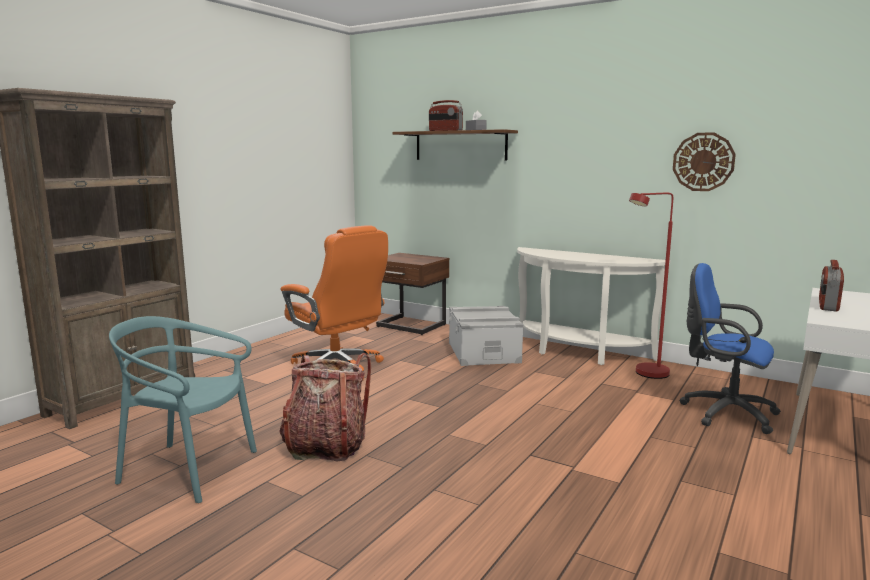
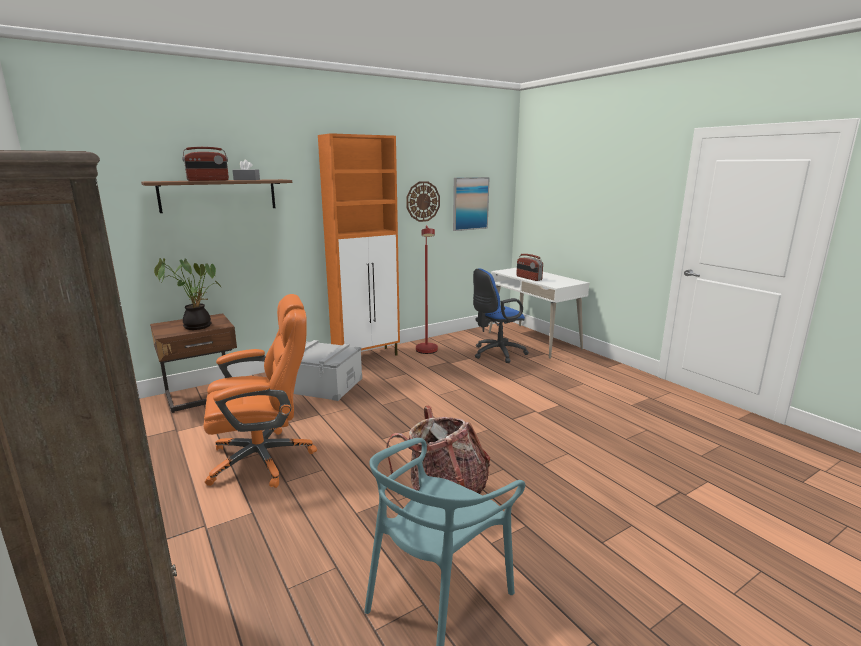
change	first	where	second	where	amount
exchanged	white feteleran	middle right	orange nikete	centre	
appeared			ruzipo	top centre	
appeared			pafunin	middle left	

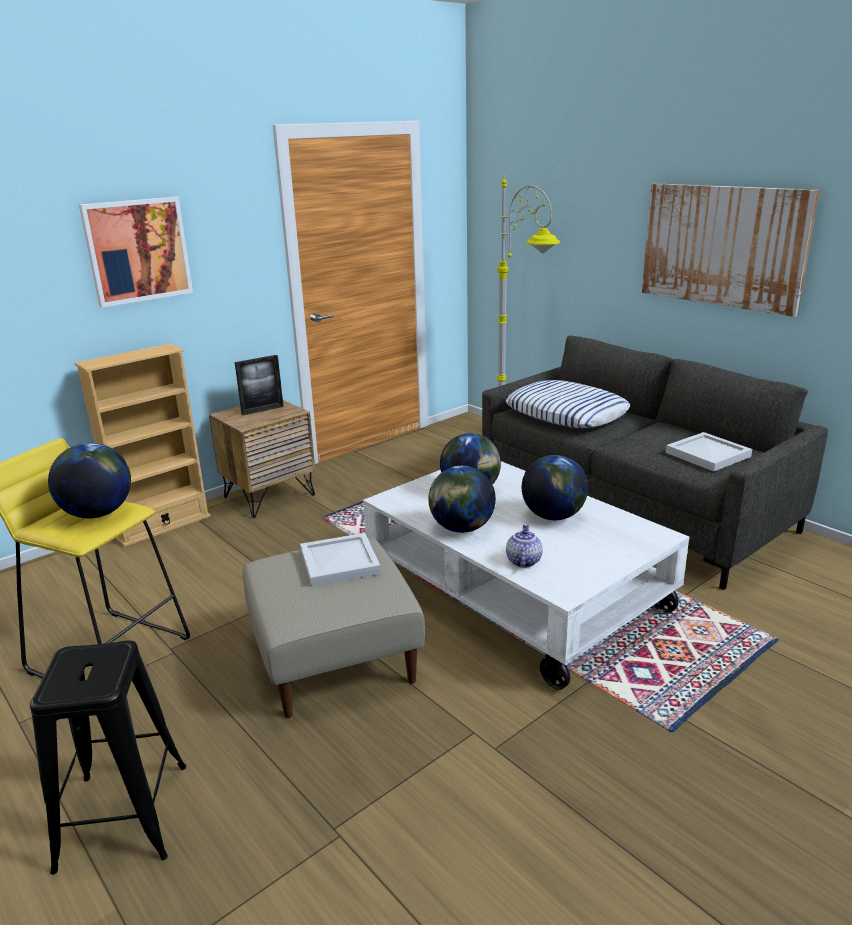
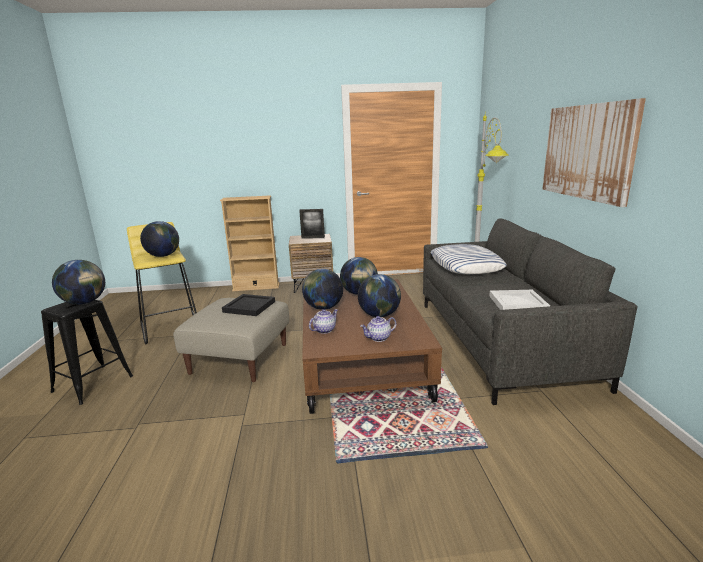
change	first	where	second	where	amount
missing	ruzipo (no. 1 from left)	top left			
colour	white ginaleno	centre	brown ginaleno	centre	
colour	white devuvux (no. 1 from left)	centre	black devuvux	centre	
appeared			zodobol (no. 1 from left)	middle left	
appeared			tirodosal (no. 2 from left)	centre	

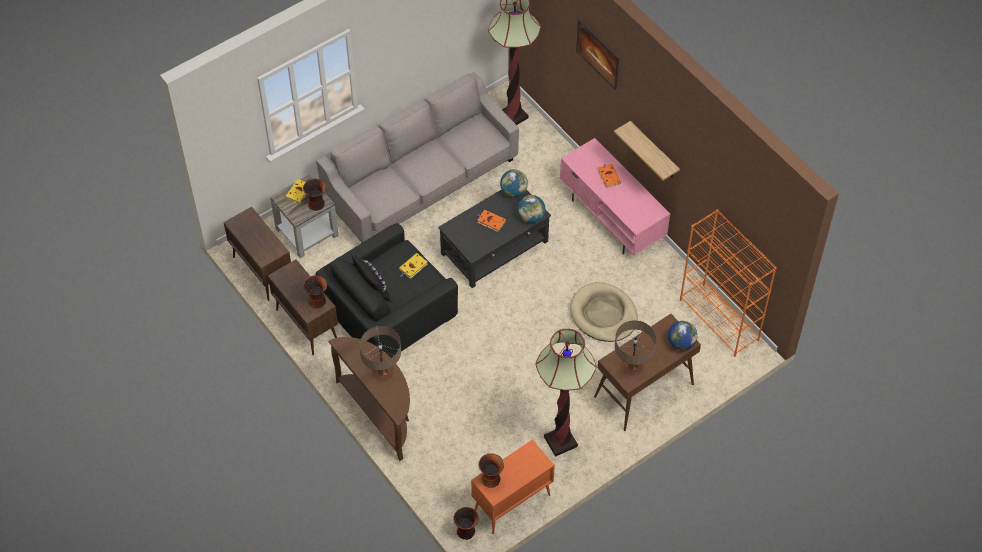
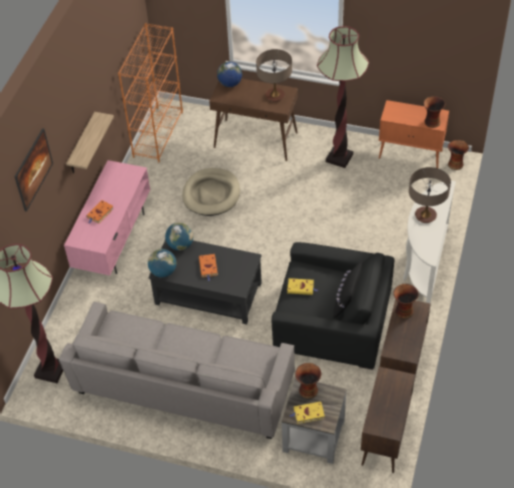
change	first	where	second	where	amount
colour	brown feteleran (no. 1 from left)	bottom centre	white feteleran	middle right	

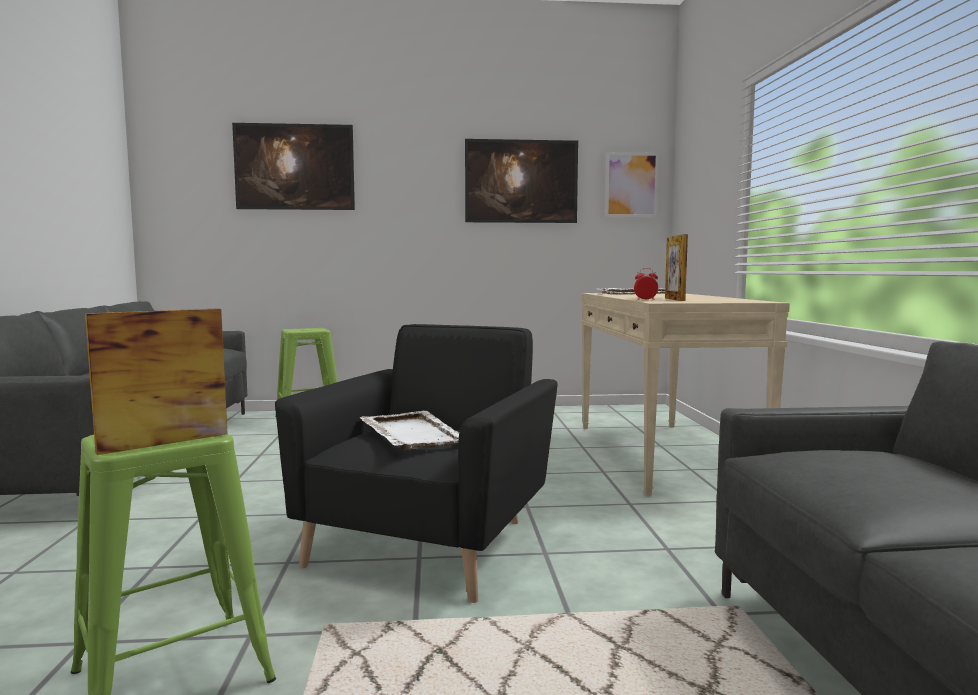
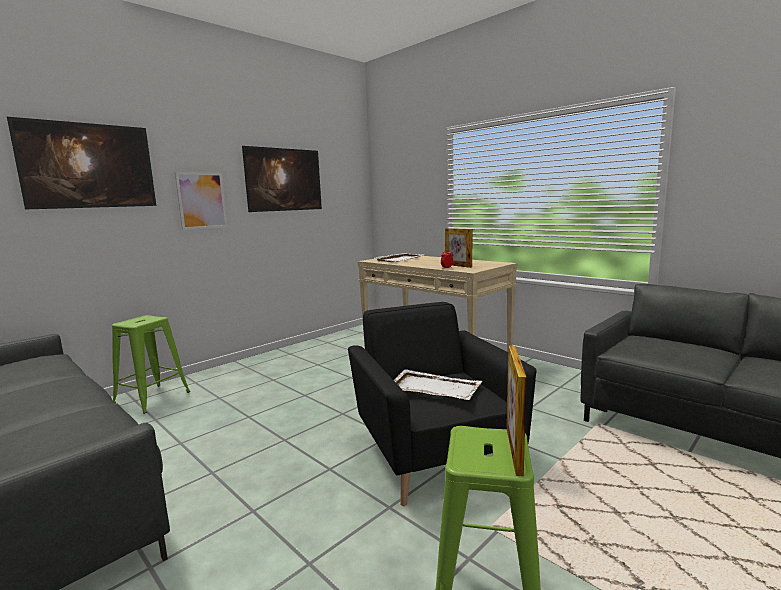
change	first	where	second	where	amount
relocated	ruzipo (no. 3 from left in the first image)	top centre	ruzipo (no. 2 from left)	middle left	

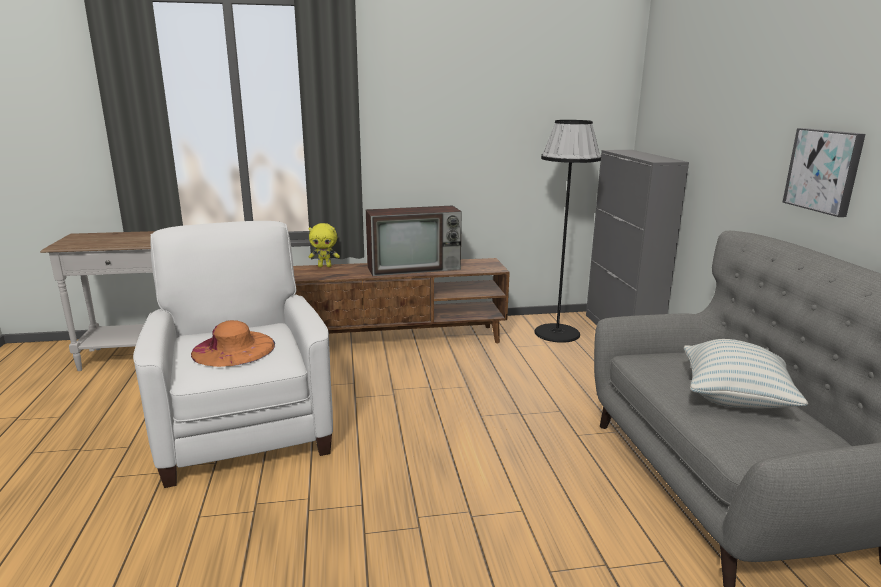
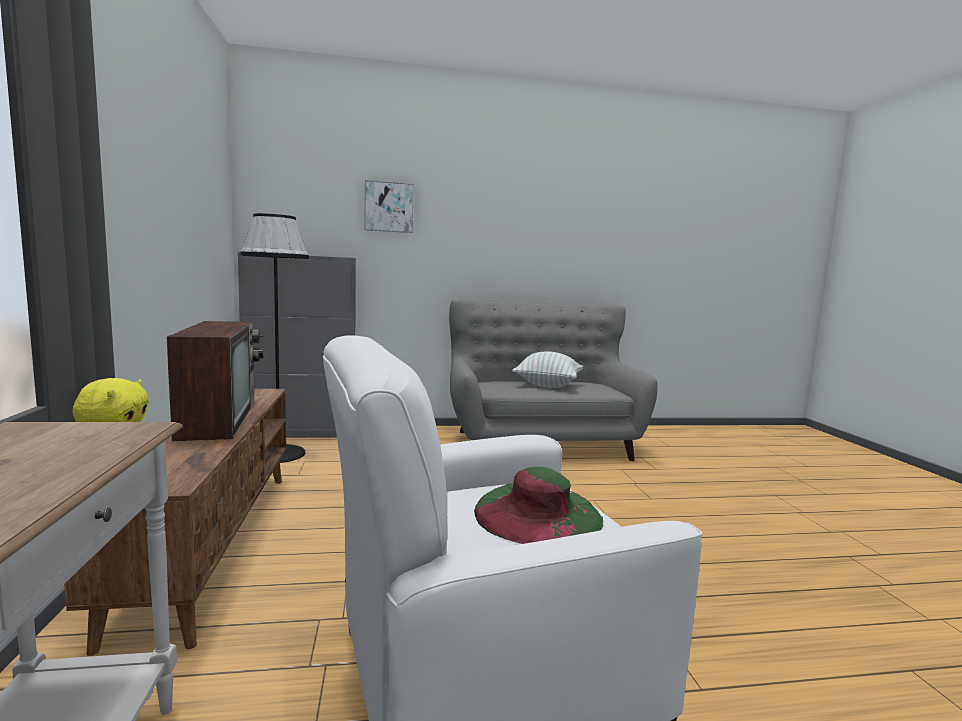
change	first	where	second	where	amount
relocated	ruzipo	top right		top centre	
colour	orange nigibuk	middle left	green nigibuk	bottom centre	

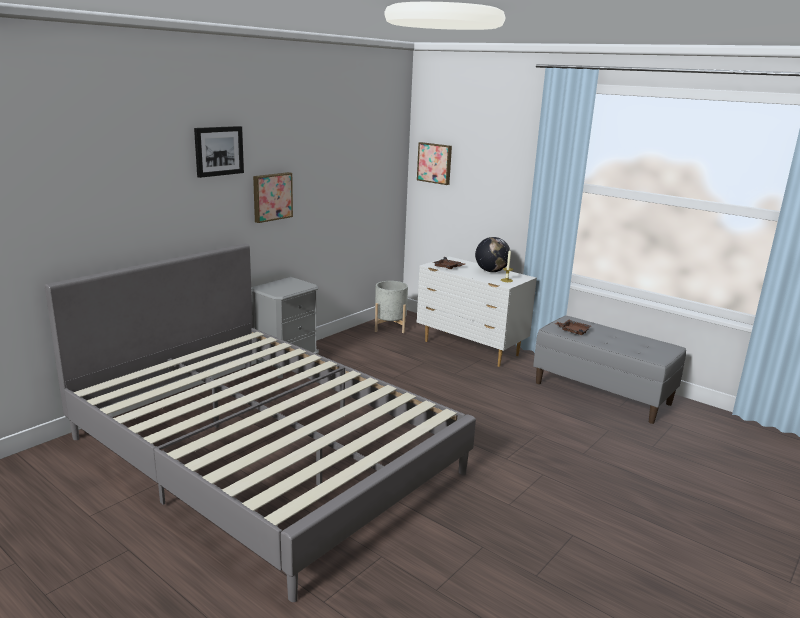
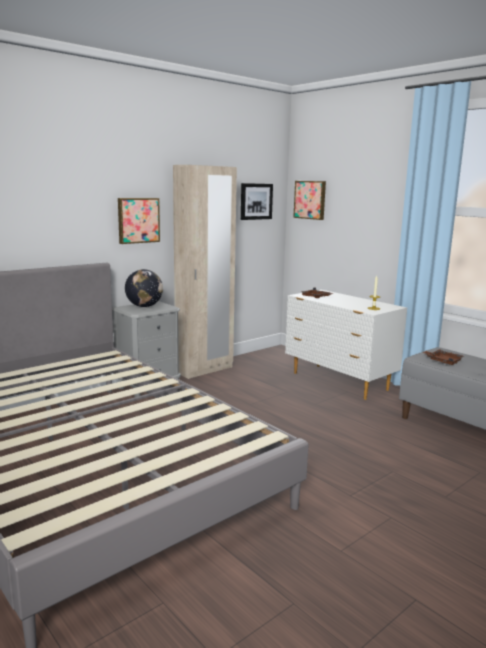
change	first	where	second	where	amount
relocated	ruzipo (no. 1 from left in the first image)	top left	ruzipo (no. 2 from left)	top centre	
relocated	zodobol	centre		middle left	
missing	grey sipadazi	centre			
appeared			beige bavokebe	centre	

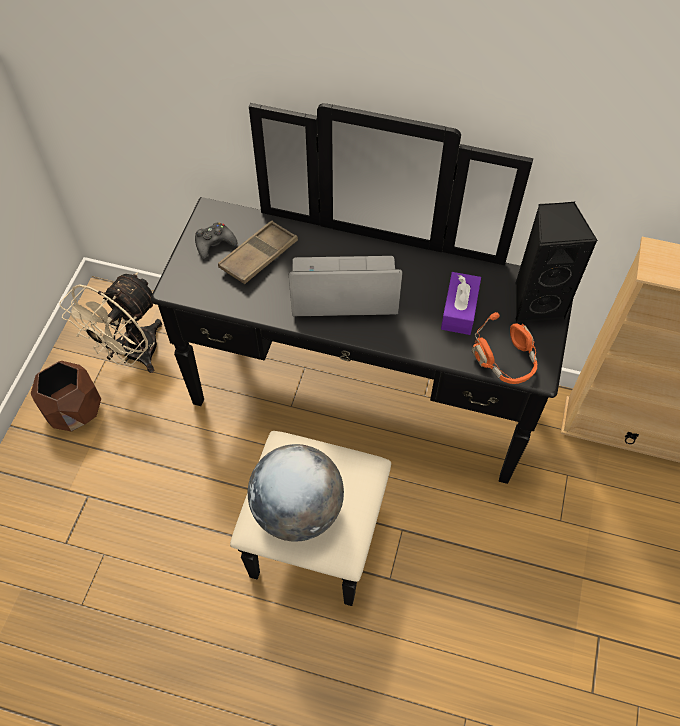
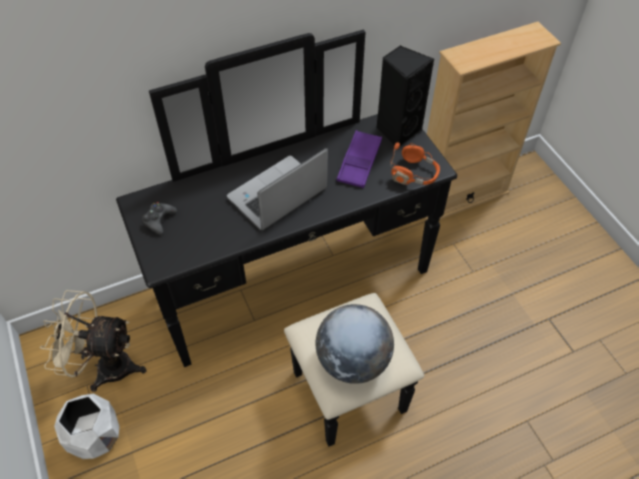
change	first	where	second	where	amount
missing	brown devuvux	centre			
spun	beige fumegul	middle left		bottom left	105 degrees clockwise
exchanged	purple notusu	middle right	purple devuvux	top centre	
colour	brown sipadazi	middle left	white sipadazi	bottom left	

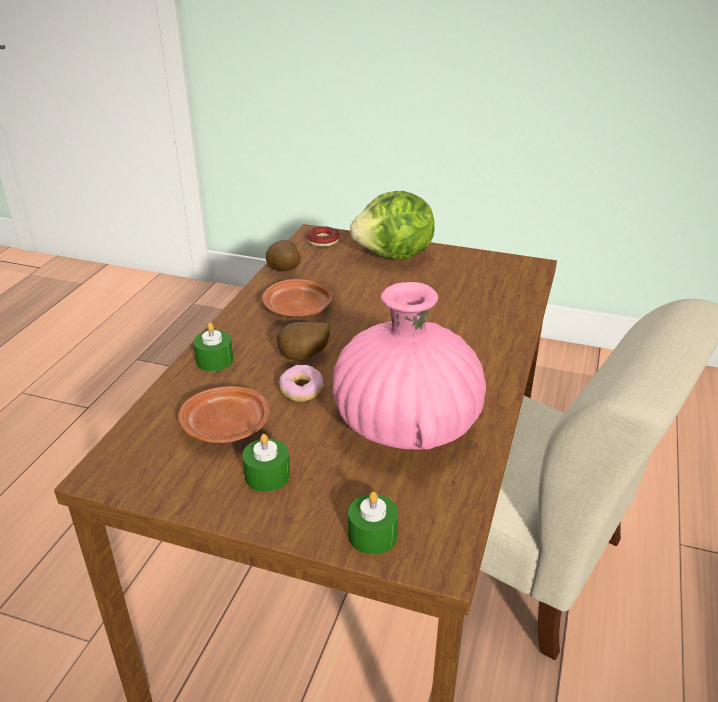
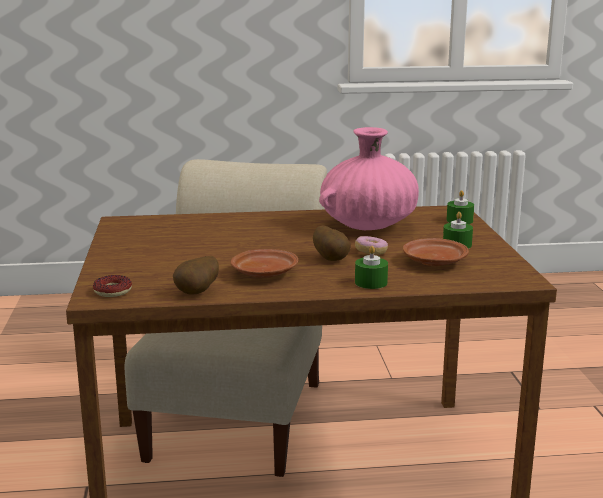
change	first	where	second	where	amount
missing	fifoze	top centre			

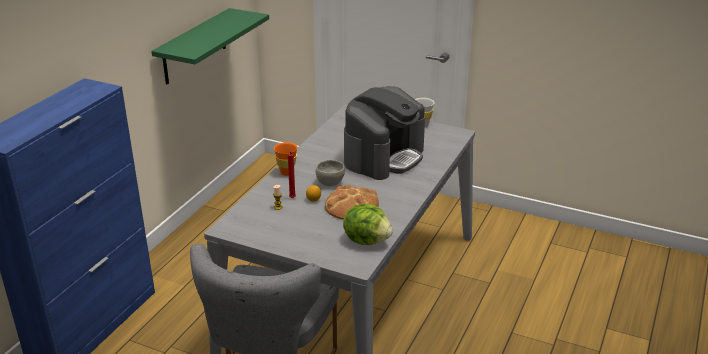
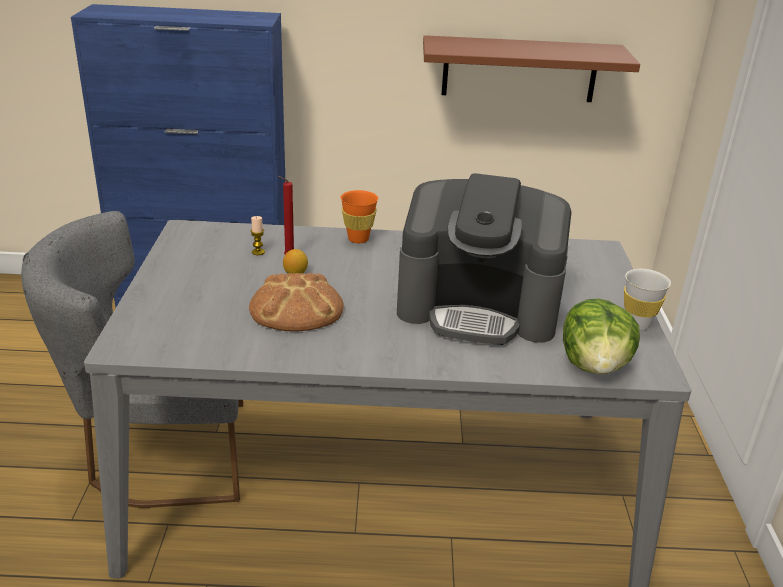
change	first	where	second	where	amount
colour	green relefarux	top left	brown relefarux	top right	
missing	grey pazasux	centre			
relocated	fifoze	centre		middle right	

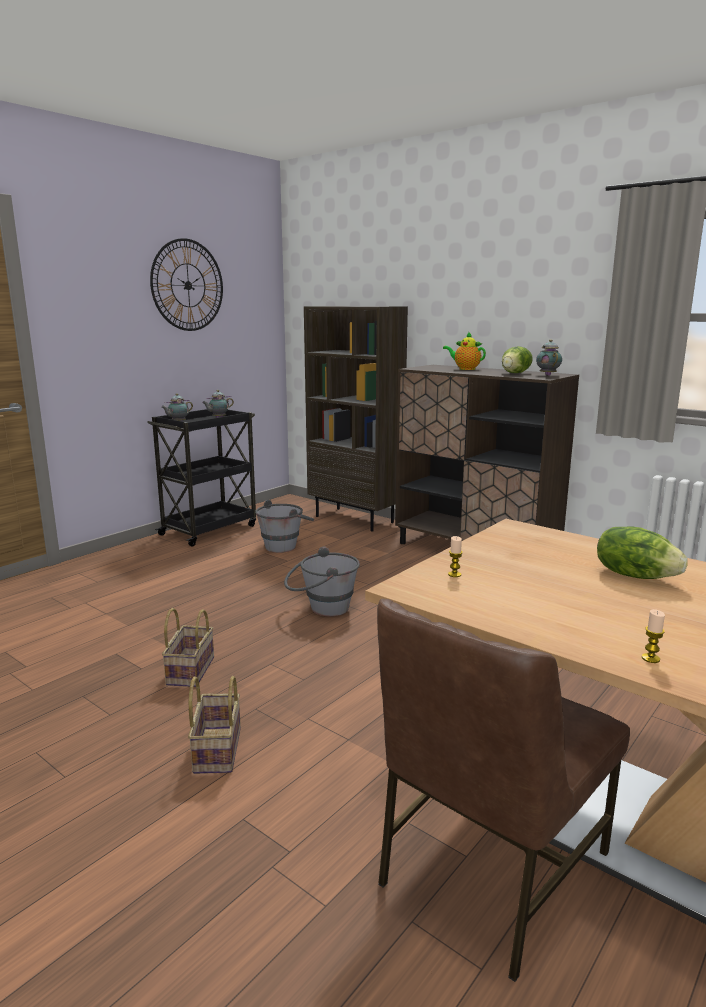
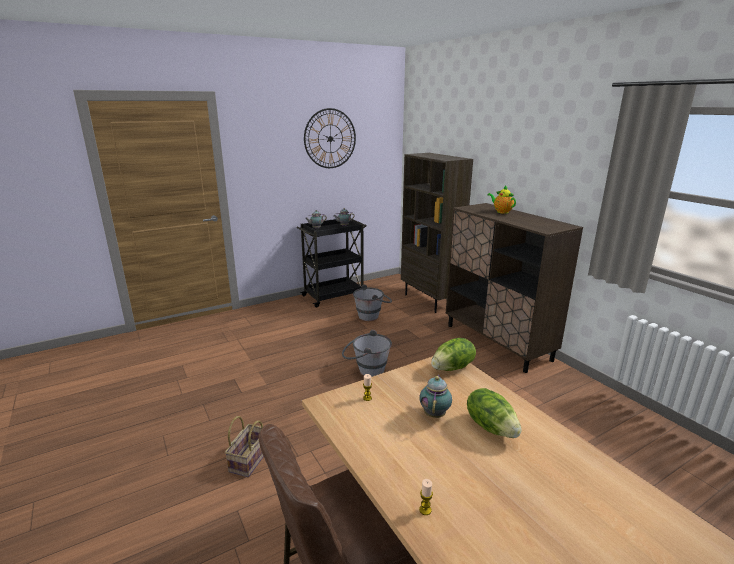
change	first	where	second	where	amount
relocated	tirodosal (no. 4 from left in the first image)	middle right	tirodosal (no. 3 from left)	bottom centre	
relocated	fifoze (no. 1 from left)	middle right		centre	
missing	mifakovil (no. 1 from left)	middle left			

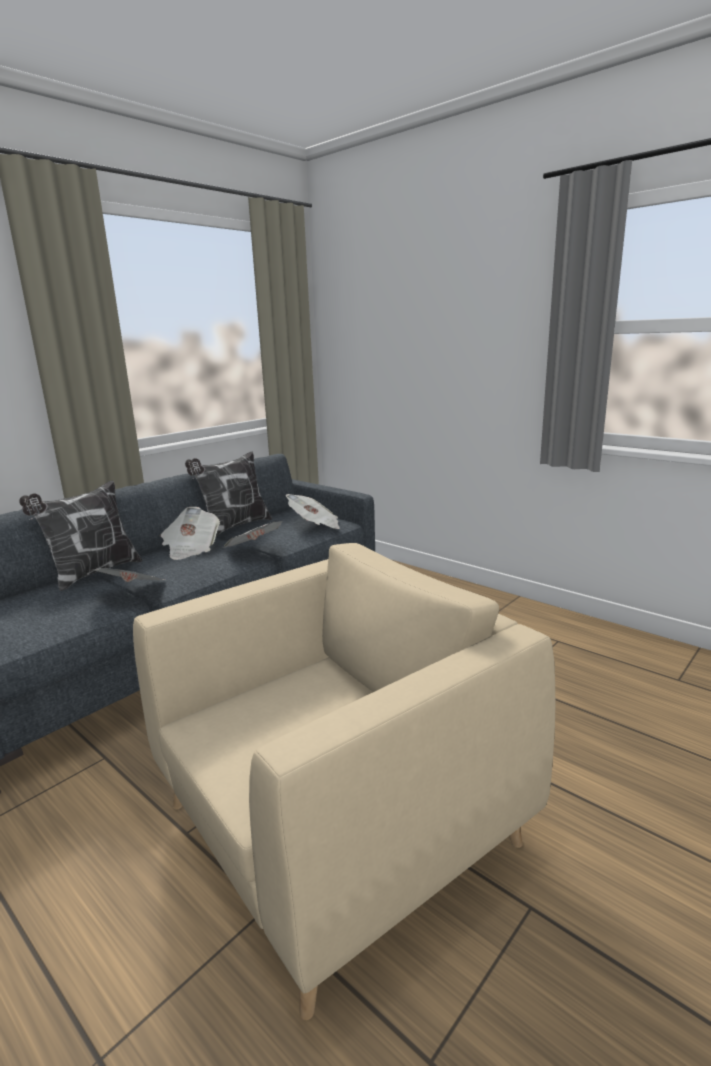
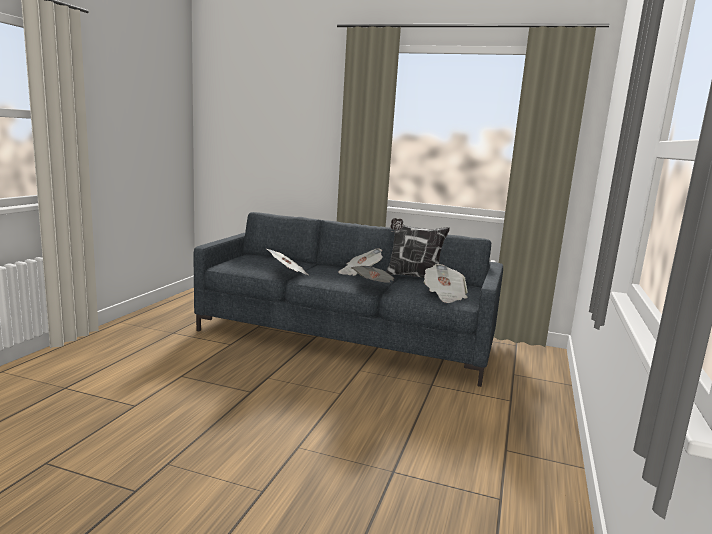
change	first	where	second	where	amount
missing	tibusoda (no. 1 from left)	middle left			
missing	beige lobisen	bottom centre			

